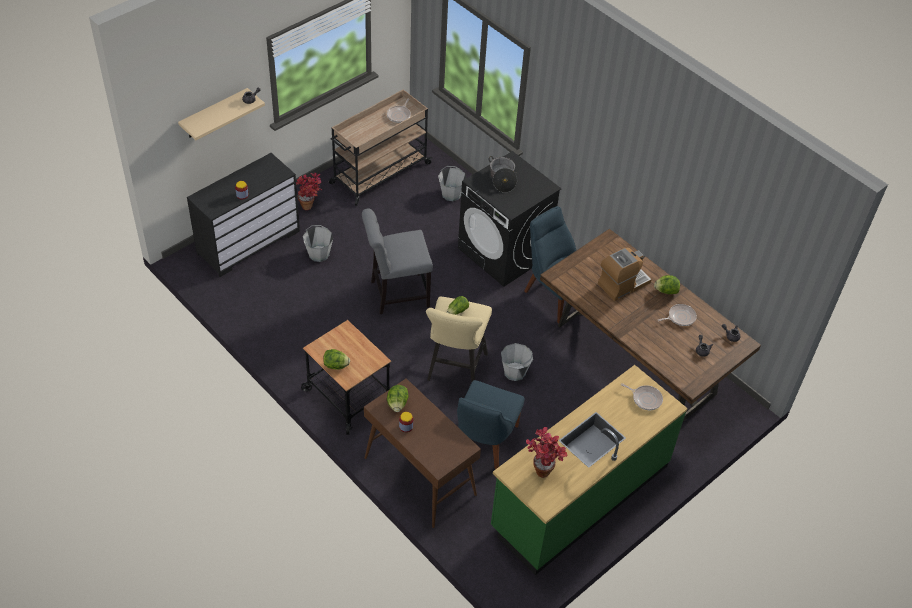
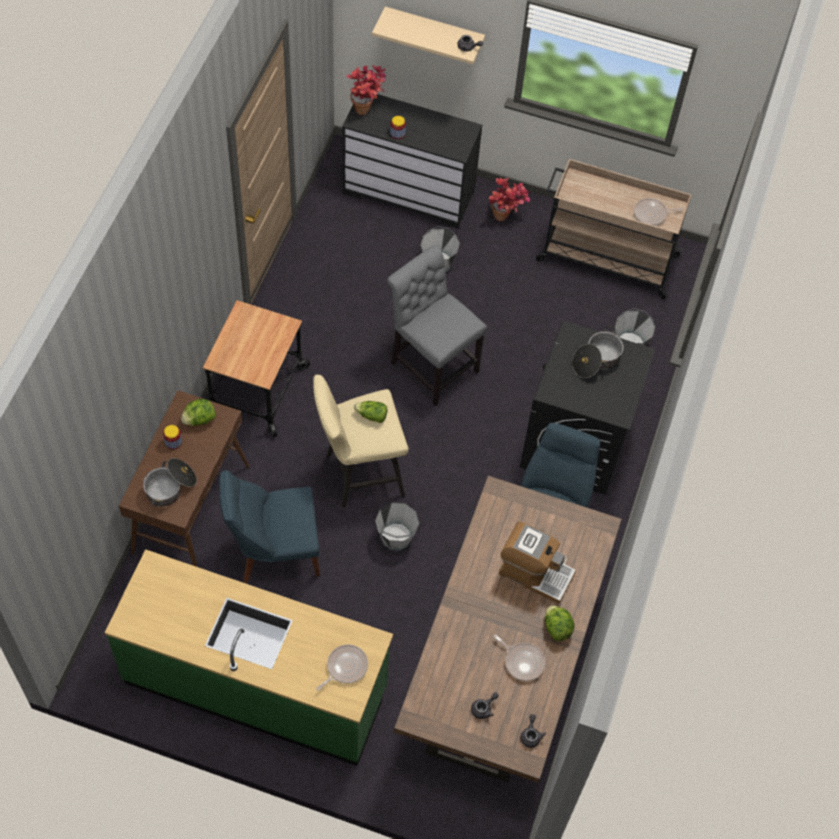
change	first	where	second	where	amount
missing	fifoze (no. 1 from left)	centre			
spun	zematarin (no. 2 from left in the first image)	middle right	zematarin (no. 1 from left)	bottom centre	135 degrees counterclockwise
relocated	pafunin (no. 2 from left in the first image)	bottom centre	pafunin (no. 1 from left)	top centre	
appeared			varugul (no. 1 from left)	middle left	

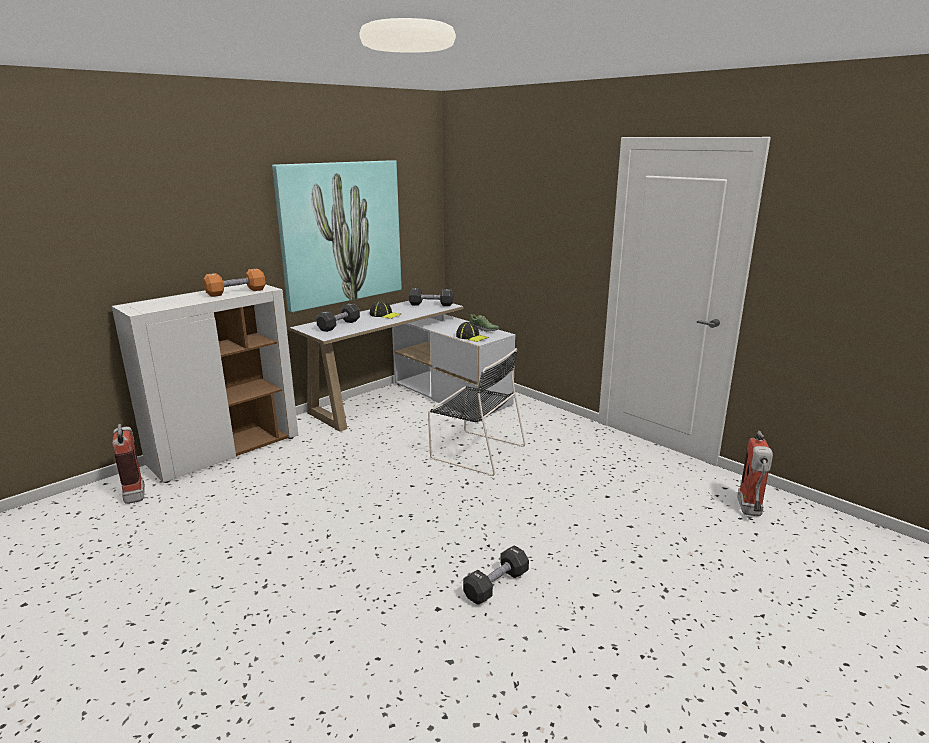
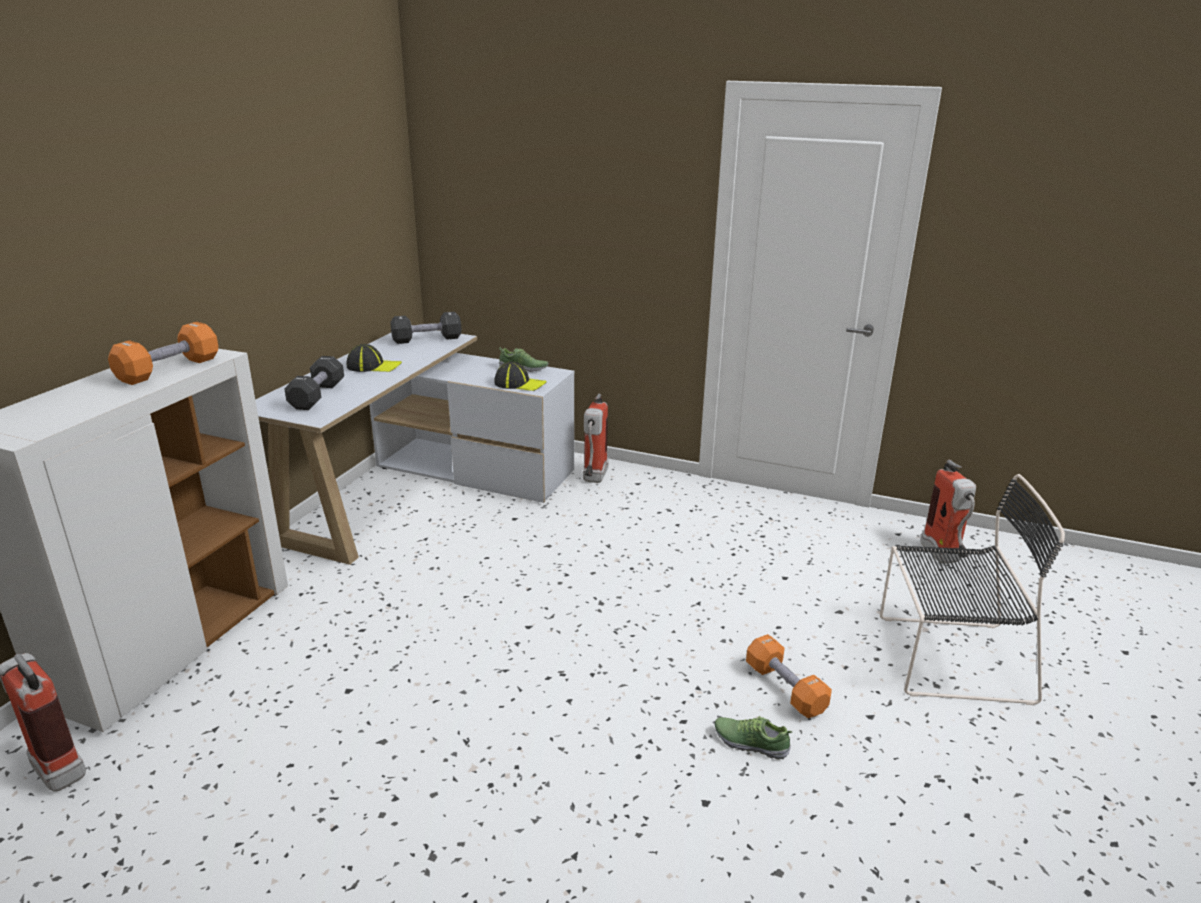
change	first	where	second	where	amount
missing	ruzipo	top centre			
relocated	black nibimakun	centre		middle right	
exchanged	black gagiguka (no. 3 from left)	bottom centre	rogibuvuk (no. 2 from left)	bottom centre	
appeared			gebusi (no. 2 from left)	centre	
appeared			orange gagiguka (no. 2 from left)	bottom centre	

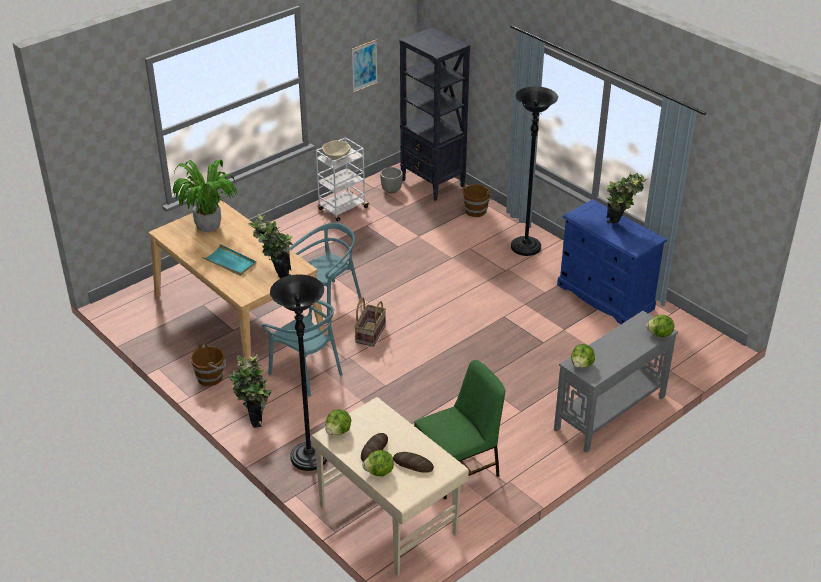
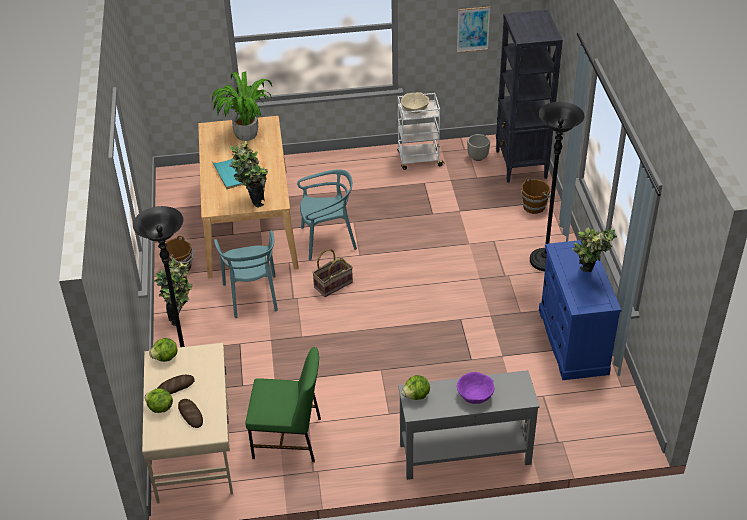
change	first	where	second	where	amount
missing	fifoze (no. 4 from left)	middle right			
appeared			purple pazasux	bottom centre	

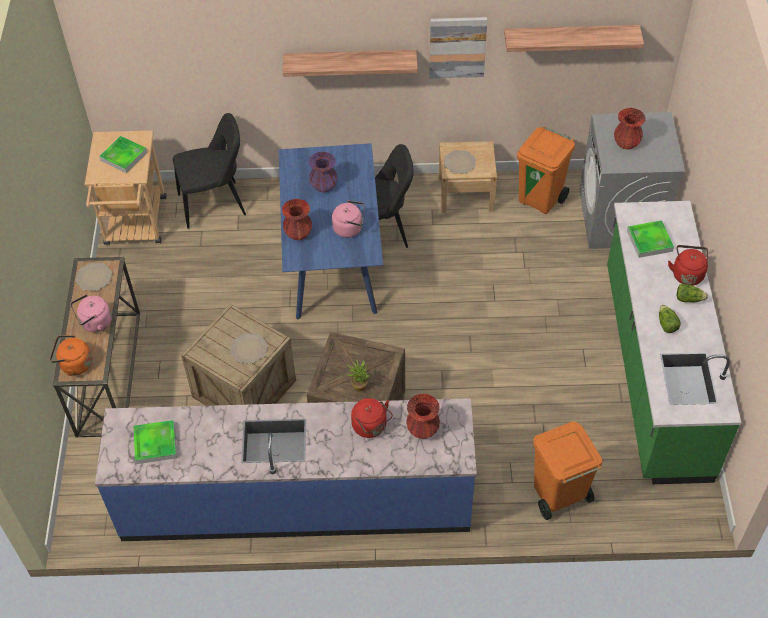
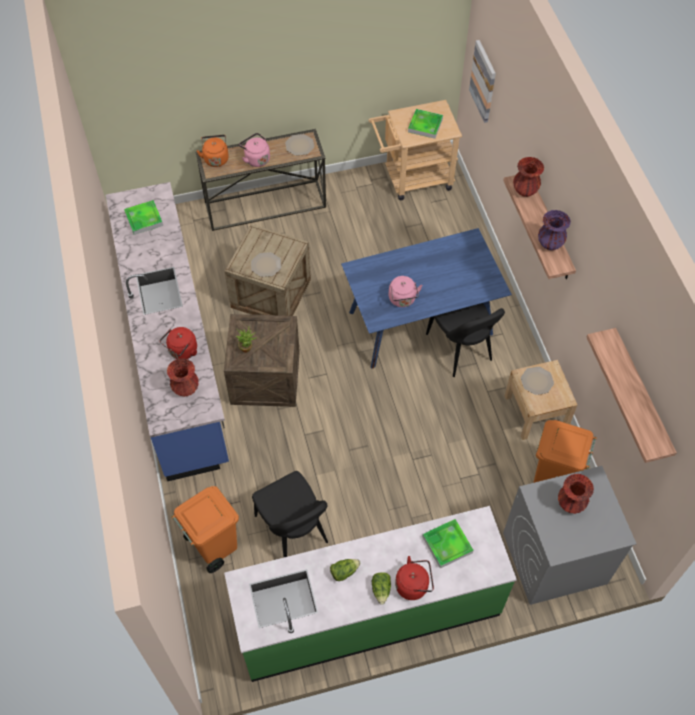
change	first	where	second	where	amount
relocated	ruzipo	top centre		top right	
relocated	black nibimakun (no. 1 from left)	top left		bottom centre	
relocated	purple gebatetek	top centre		top right	
relocated	red gebatetek (no. 1 from left in the first image)	centre	red gebatetek (no. 2 from left)	top right	

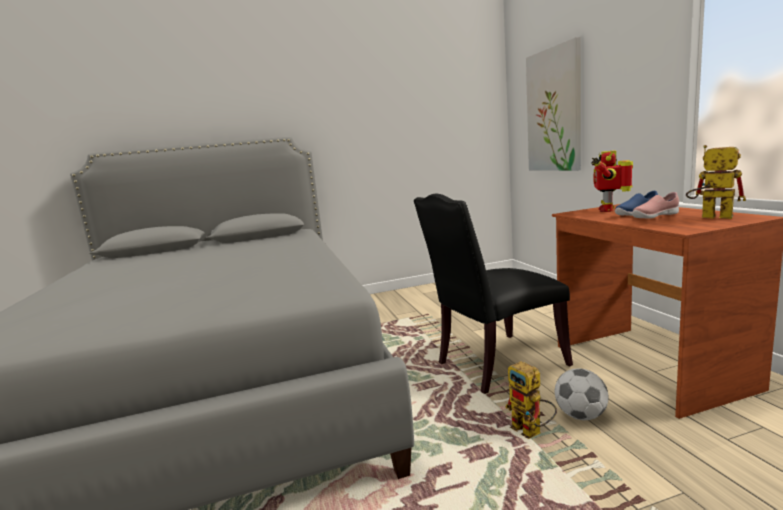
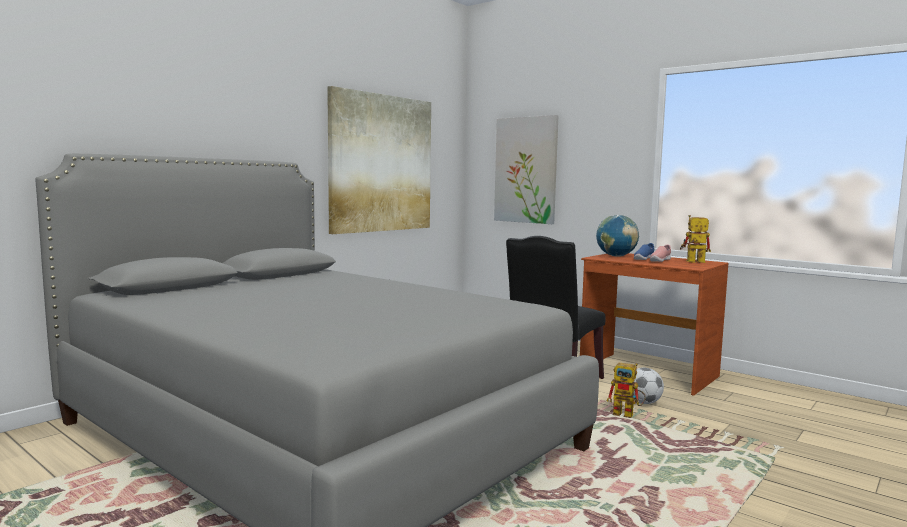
change	first	where	second	where	amount
exchanged	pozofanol (no. 2 from left)	middle right	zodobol	middle right	
appeared			ruzipo (no. 1 from left)	top centre	

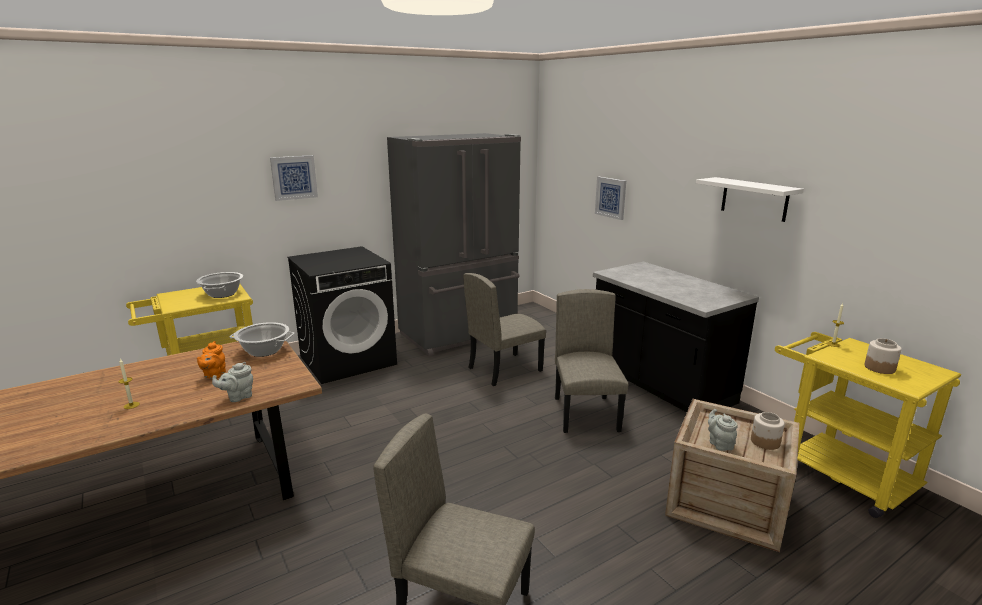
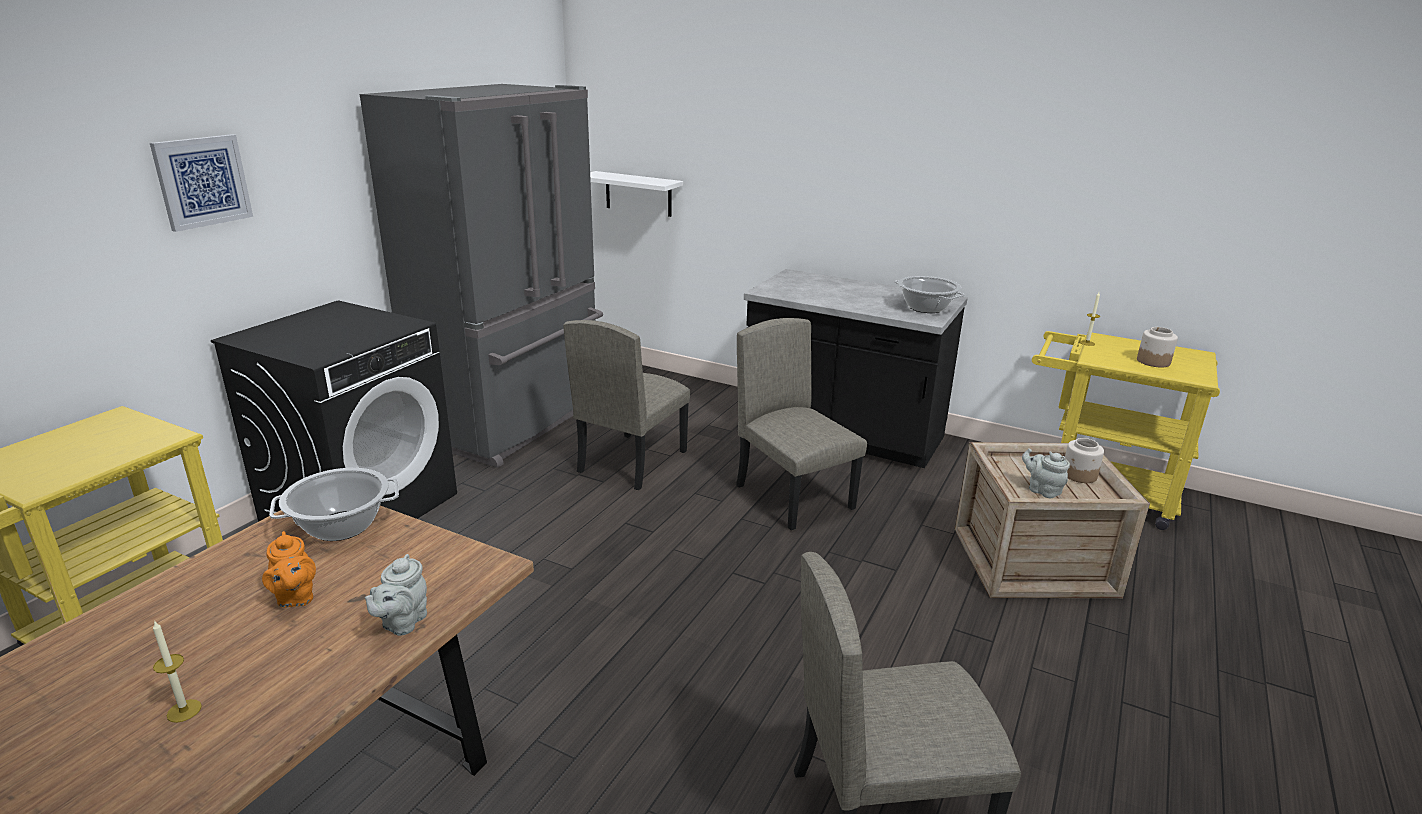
change	first	where	second	where	amount
missing	ruzipo (no. 2 from left)	top centre			
relocated	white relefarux	top right		top centre	
relocated	varugul (no. 1 from left in the first image)	middle left	varugul (no. 2 from left)	centre	

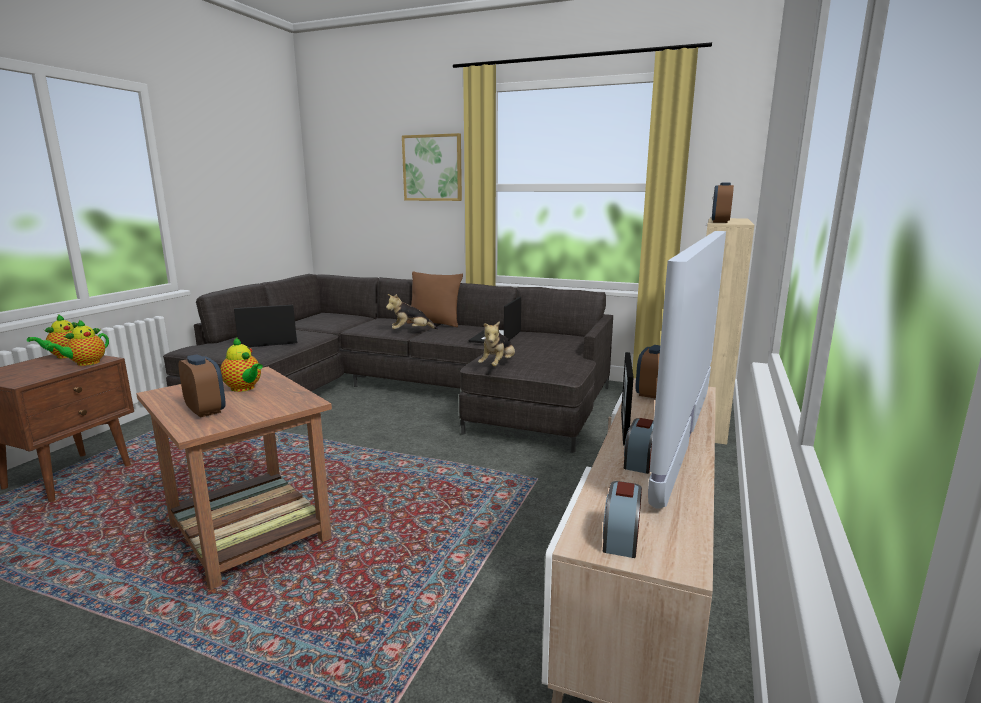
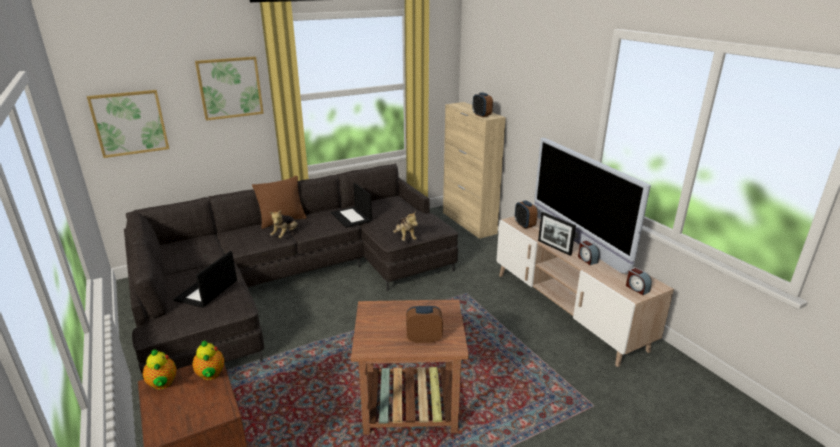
change	first	where	second	where	amount
missing	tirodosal (no. 3 from left)	middle left			
appeared			ruzipo (no. 1 from left)	top left	

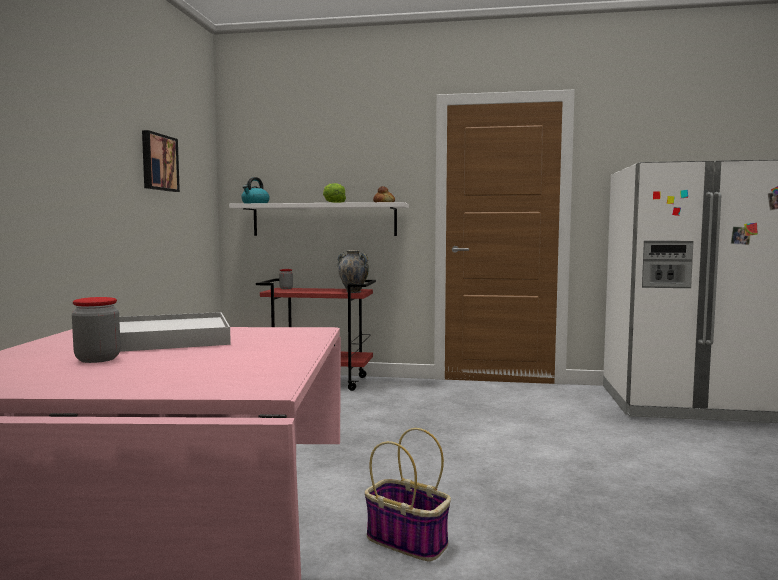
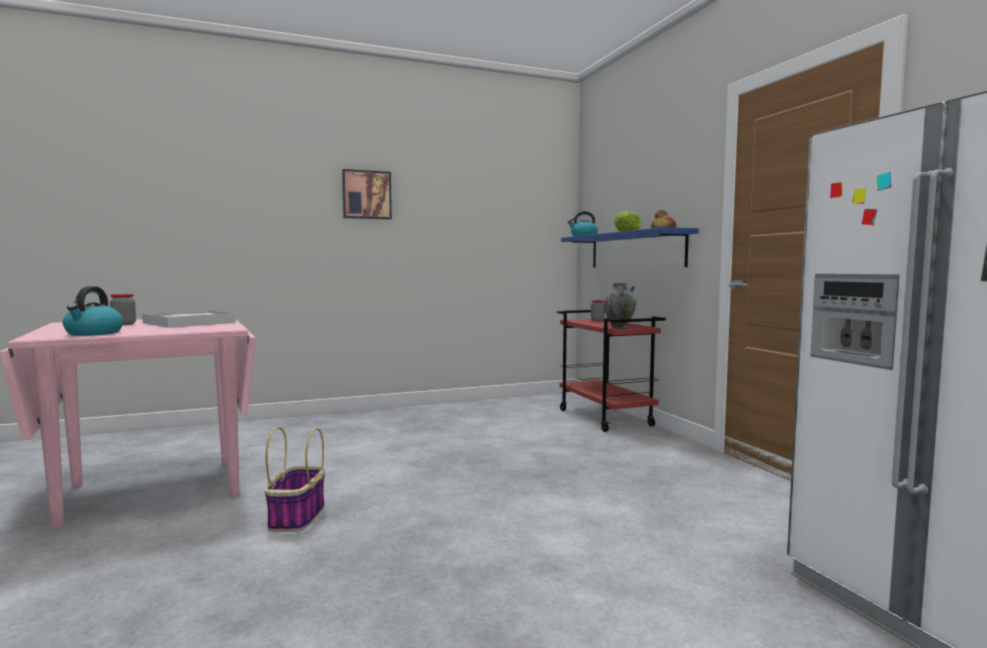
change	first	where	second	where	amount
relocated	ruzipo	top left		top centre	
colour	white relefarux	centre	blue relefarux	centre	
appeared			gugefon (no. 1 from left)	middle left	

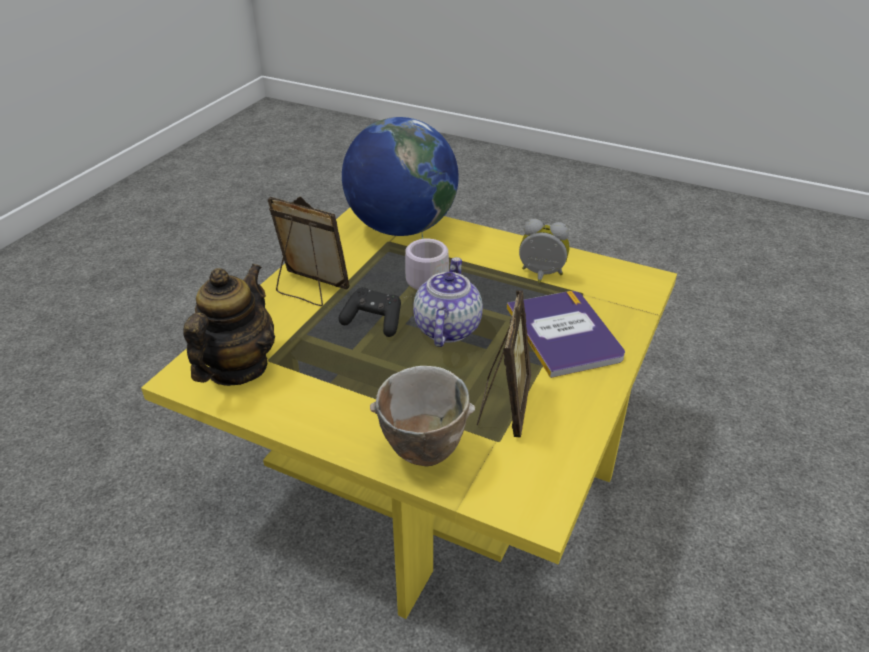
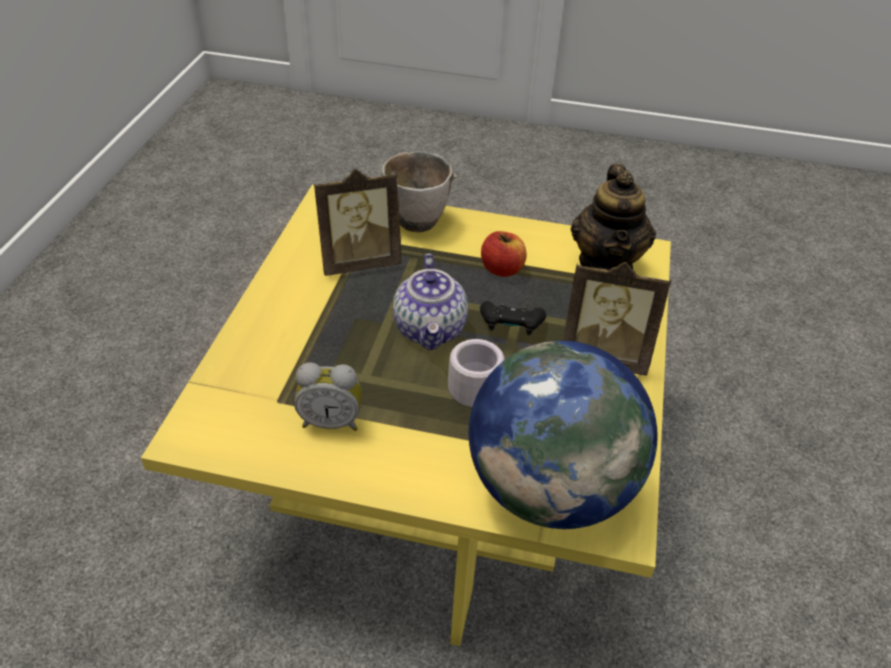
change	first	where	second	where	amount
spun	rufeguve (no. 2 from left in the first image)	centre	rufeguve (no. 1 from left)	top centre	105 degrees counterclockwise
missing	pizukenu	centre			
appeared			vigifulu	centre	

